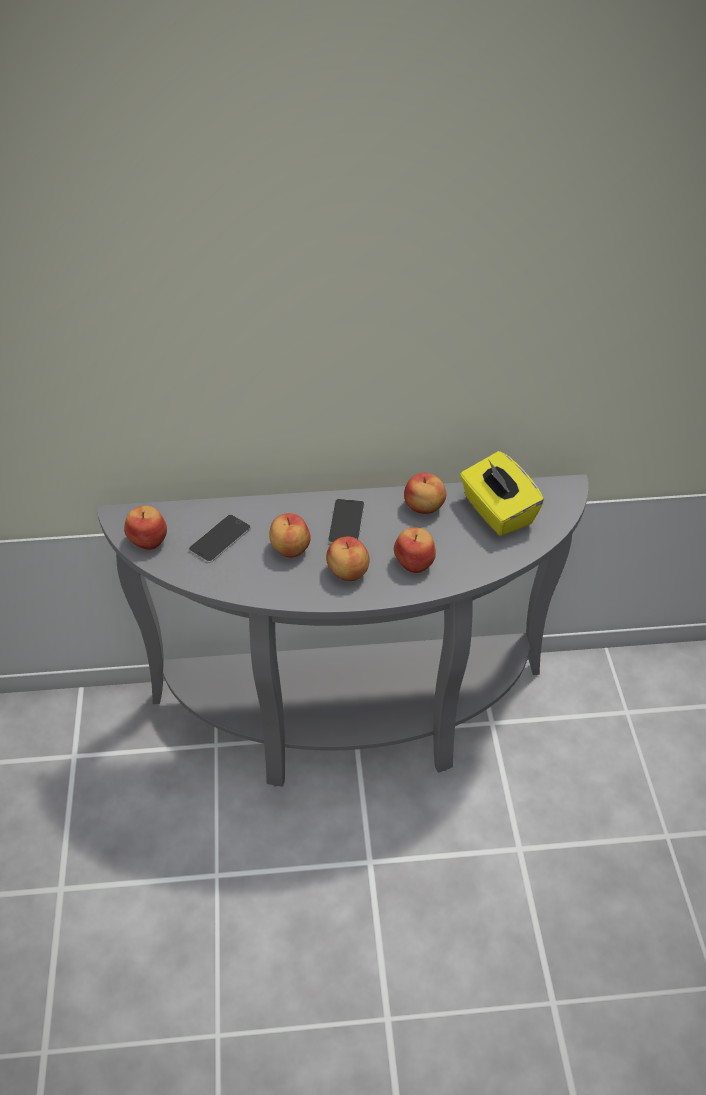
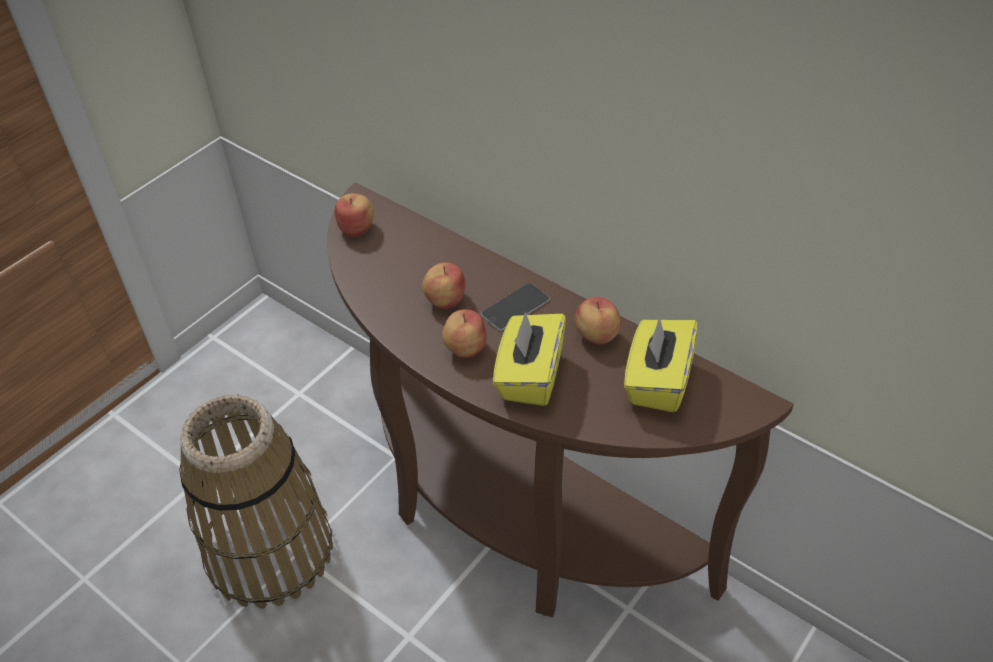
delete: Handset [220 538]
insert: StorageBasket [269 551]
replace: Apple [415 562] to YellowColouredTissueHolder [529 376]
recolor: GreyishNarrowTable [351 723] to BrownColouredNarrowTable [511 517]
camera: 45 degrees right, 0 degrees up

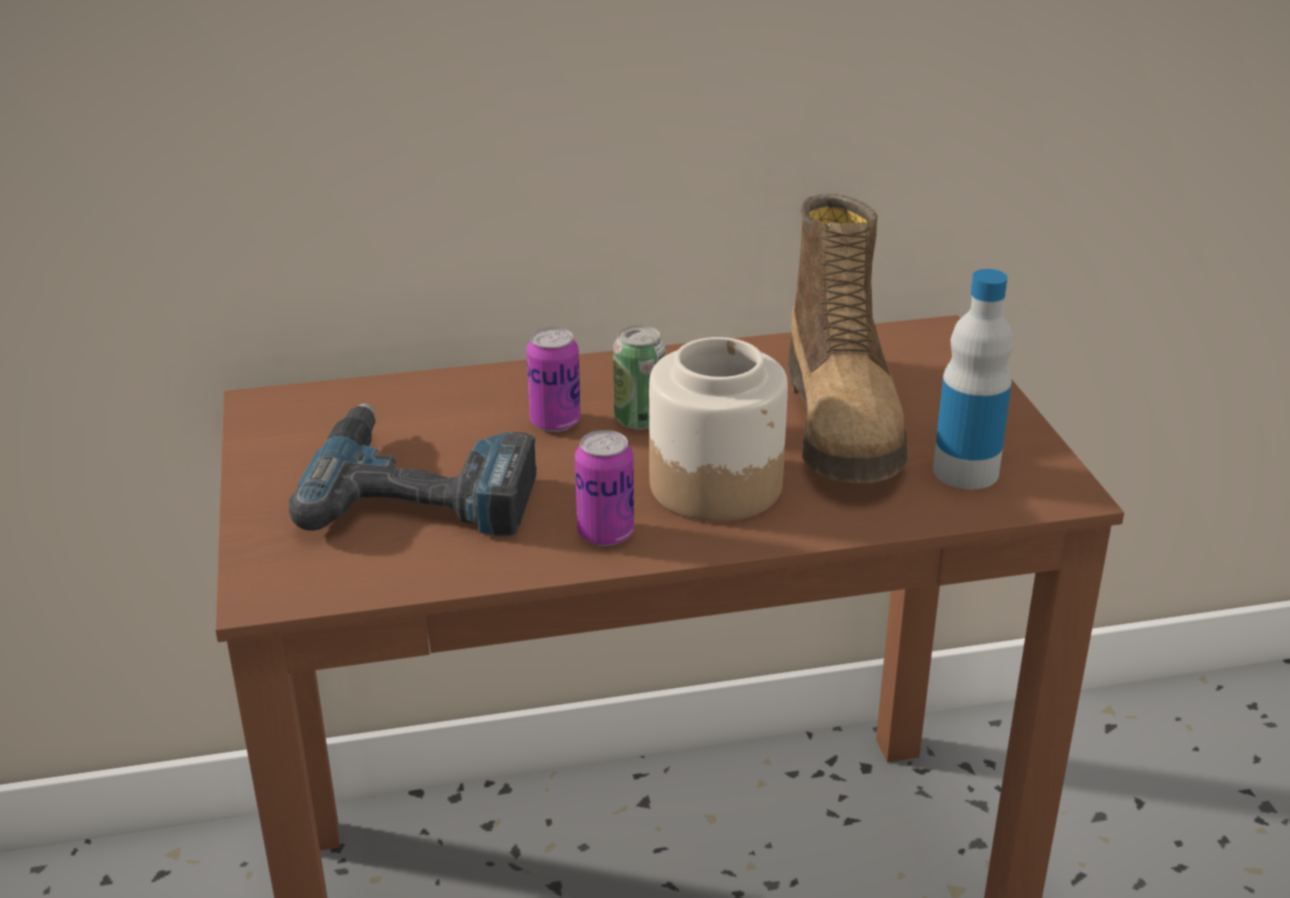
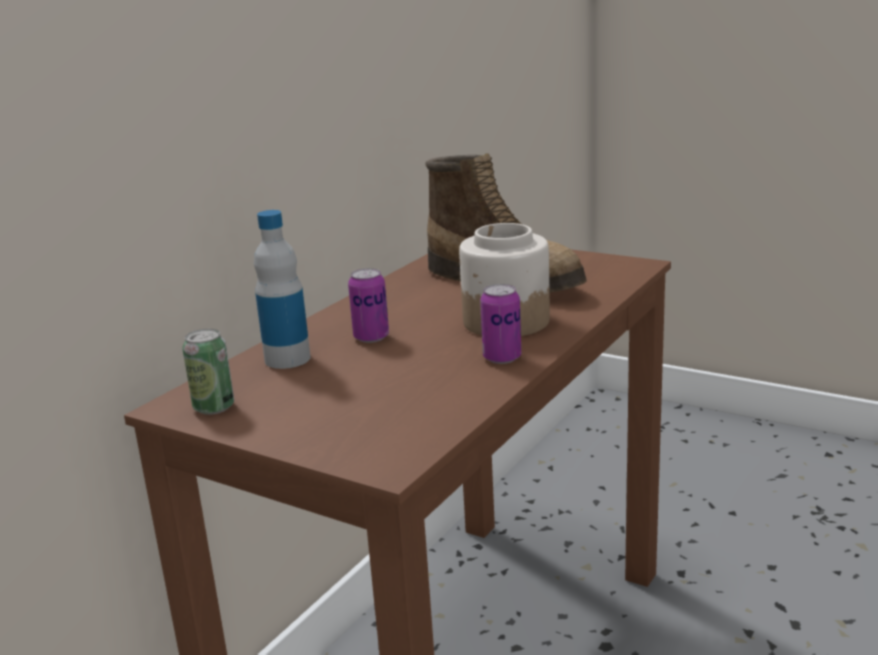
delete: PowerDrill [423 489]
move: SealedCan [639 419] to [214 407]; BeverageBottle [965 471] to [287 359]
camera: 45 degrees left, 10 degrees down

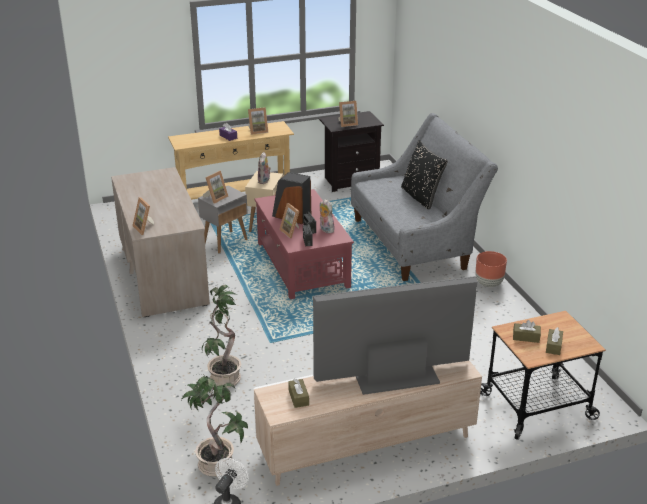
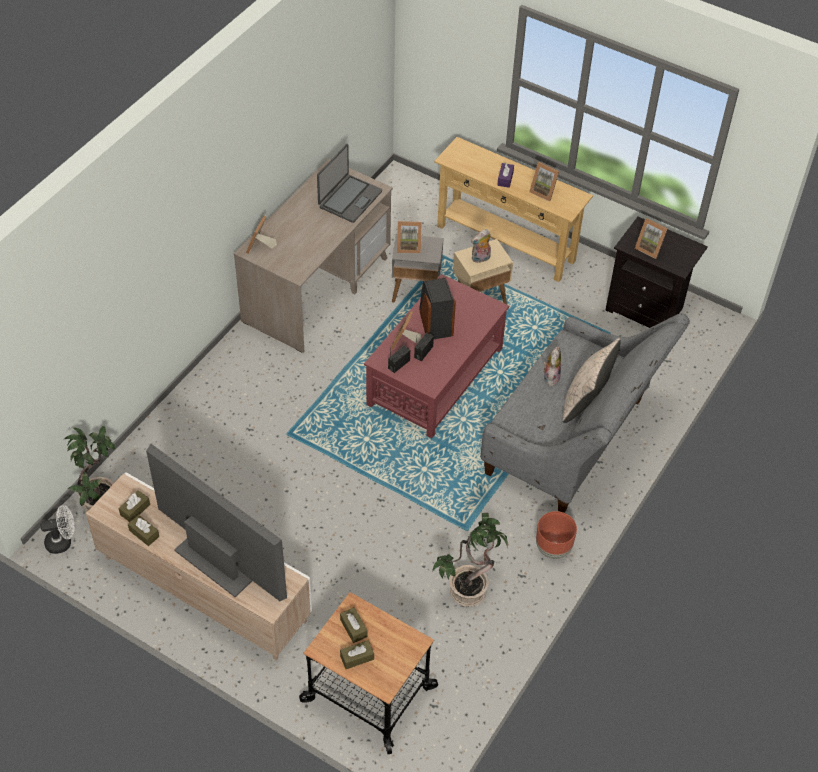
insert: BrownColouredTissueHolder [144 533]; NotebookComputer [349 199]
move: Houseplant [224 377] to [467 589]; PlushToy [325 229] to [550 377]
recolor: BlackishCushion [421 197] to BeigeCushion [585 401]
camera: 50 degrees right, 20 degrees up

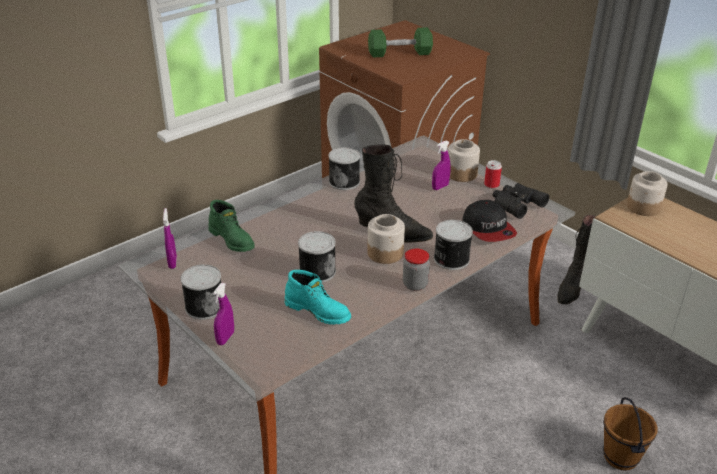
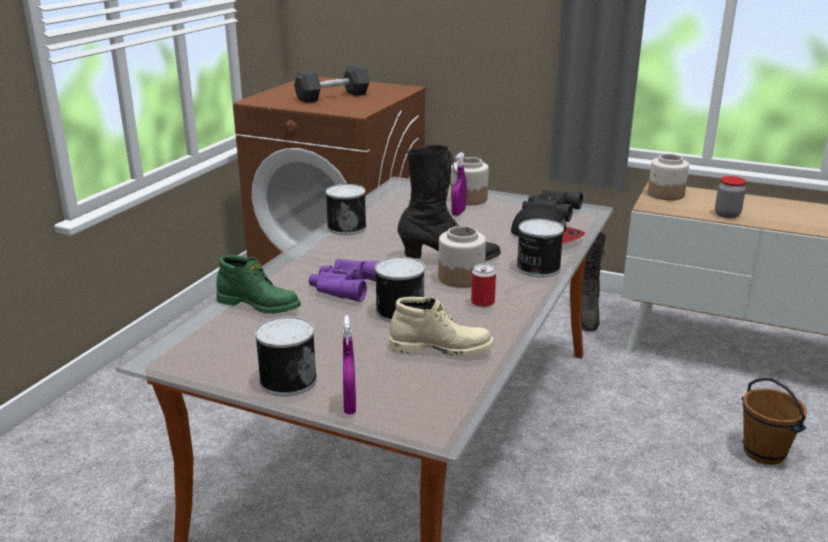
delete: PurpleColouredSprayBottle [172 262]
insert: PurpleColouredFieldGlasses [344 286]
move: StorageJar [415 285] to [727 214]; SealedCan [491 185] to [482 302]
recolor: TurquoiseColouredBoot [318 311] to BeigeBoot [441 348]; GreenColouredHandWeight [399 53] to BlackishHandWeight [332 97]
camera: 25 degrees left, 10 degrees down

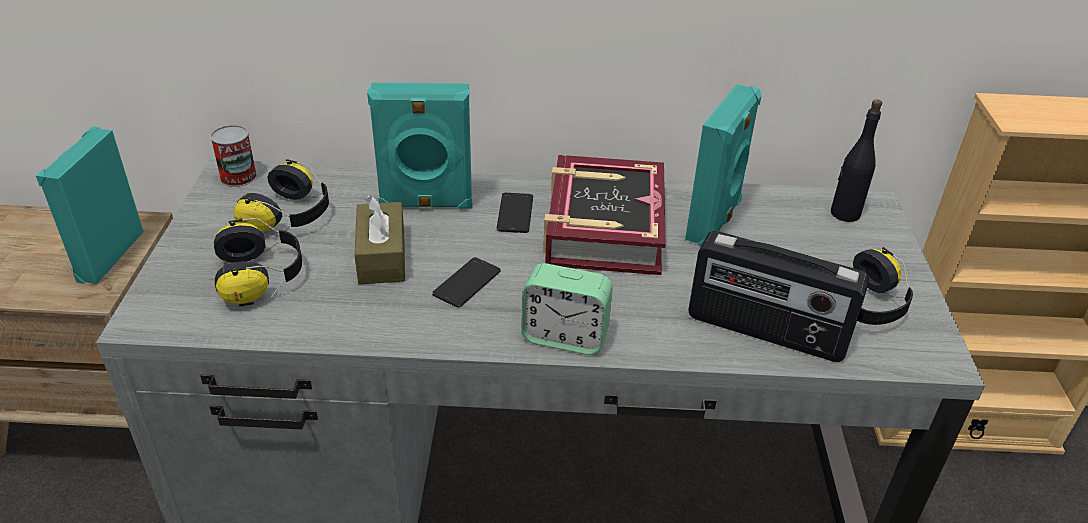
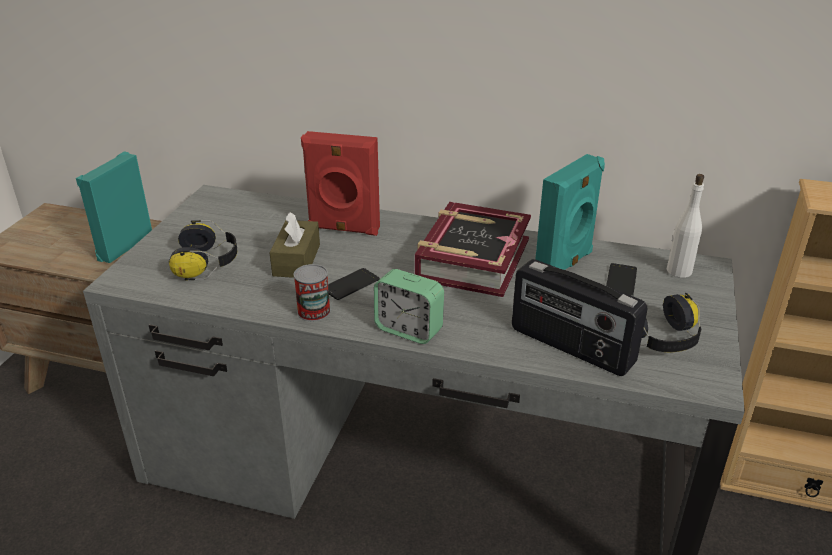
delete: PairOfHeadphones [291 216]
move: SealedCan [238 177] to [314 311]; Handset [515 213] to [621 280]
recolor: TurquoiseColouredAudioSpeaker [426 204] to RedColouredAudioSpeaker [343 229]; BlackishBeverageBottle [844 213] to WhiteBeverageBottle [678 271]
camera: 15 degrees right, 5 degrees down

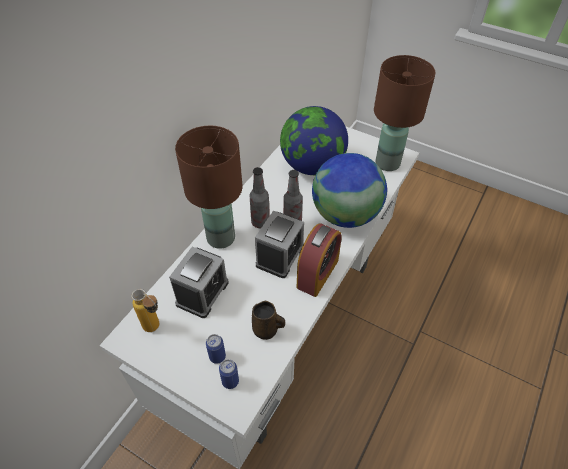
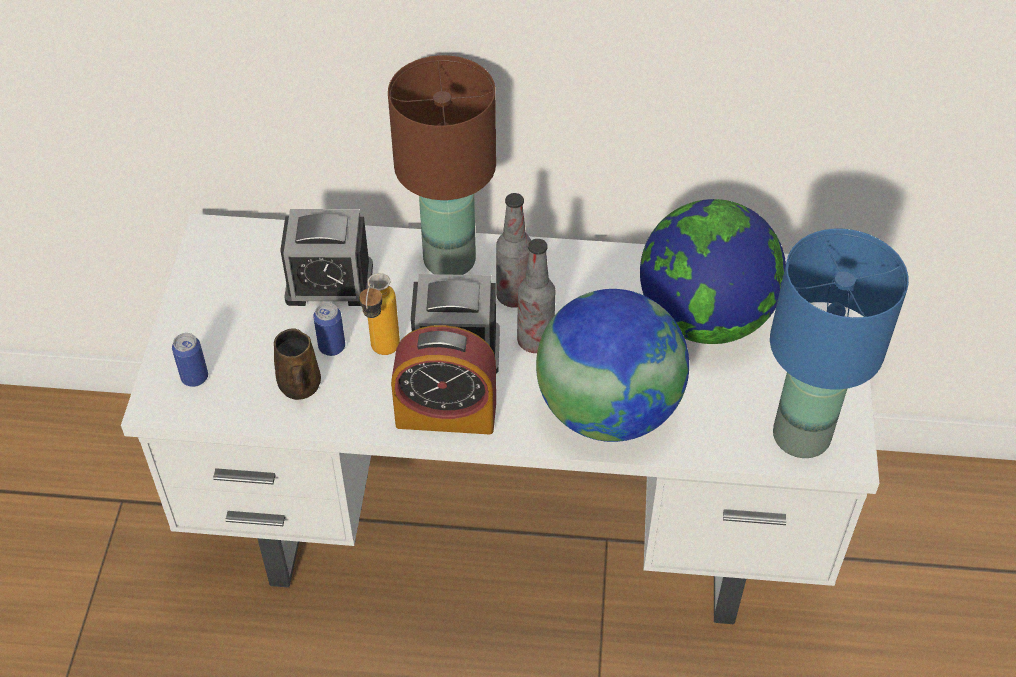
move: BeverageBottle [156 329] to [382 354]; SealedCan [217 356] to [332 347]
recolor: BrownColouredLampForATable [387 163] to BlueLampForATable [799 435]
camera: 65 degrees right, 0 degrees up

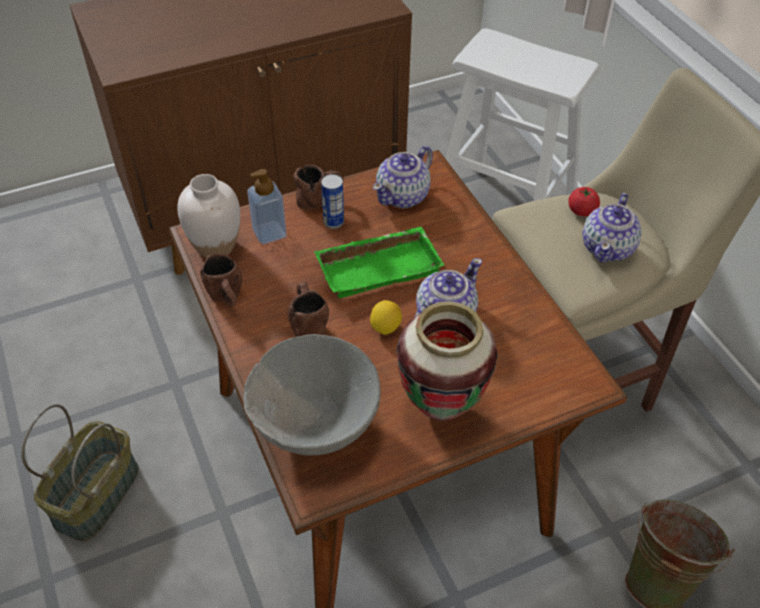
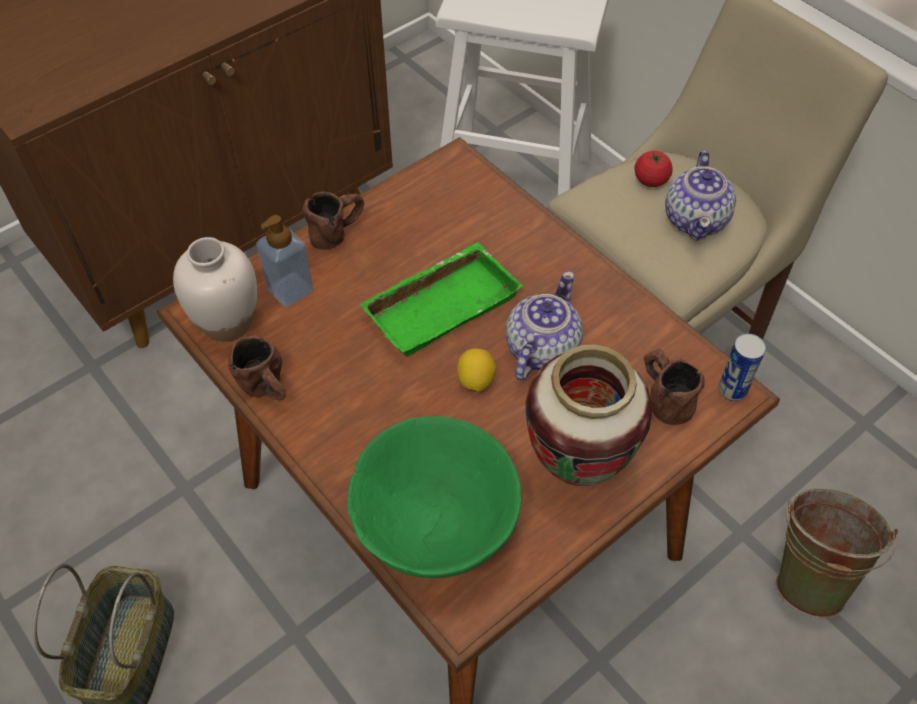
delete: TeaPot [403 196]
move: BrownColouredCoffeeMug [307 323] to [662 398]; SealedCan [333 222] to [732 390]
recolor: GreyishBowl [315 425] to GreenColouredBowl [435 528]
camera: 15 degrees left, 5 degrees up

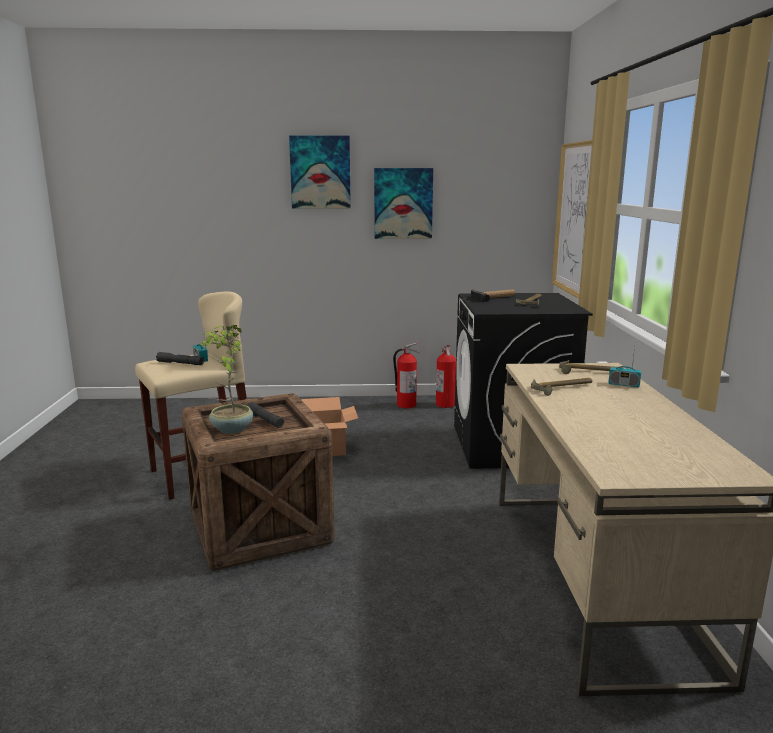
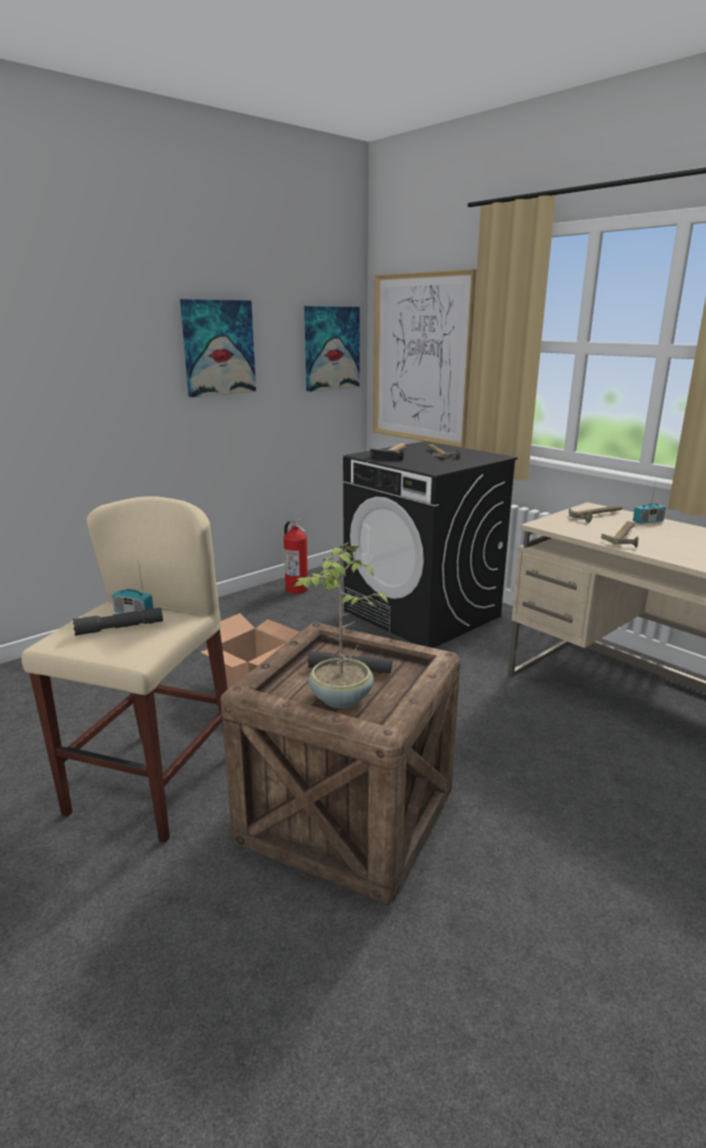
delete: Extinguisher [406 405]
move: WallArt [320 172] to [331 348]
camera: 40 degrees left, 5 degrees up

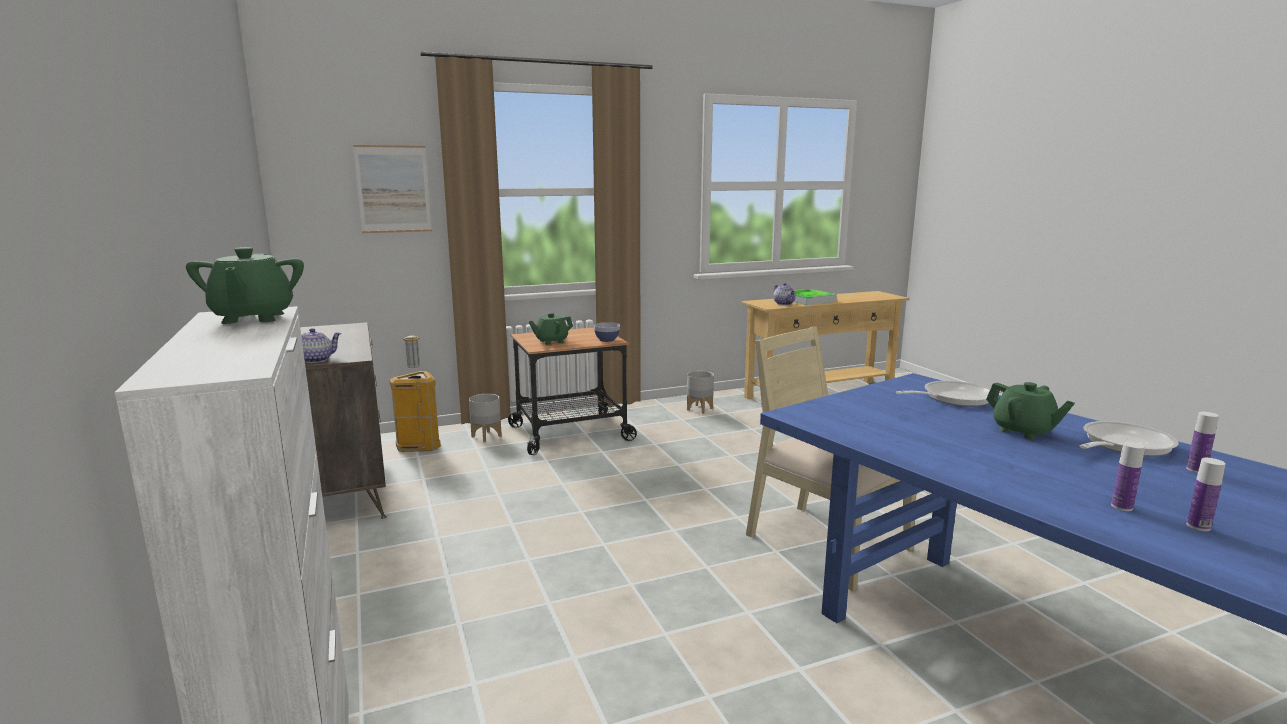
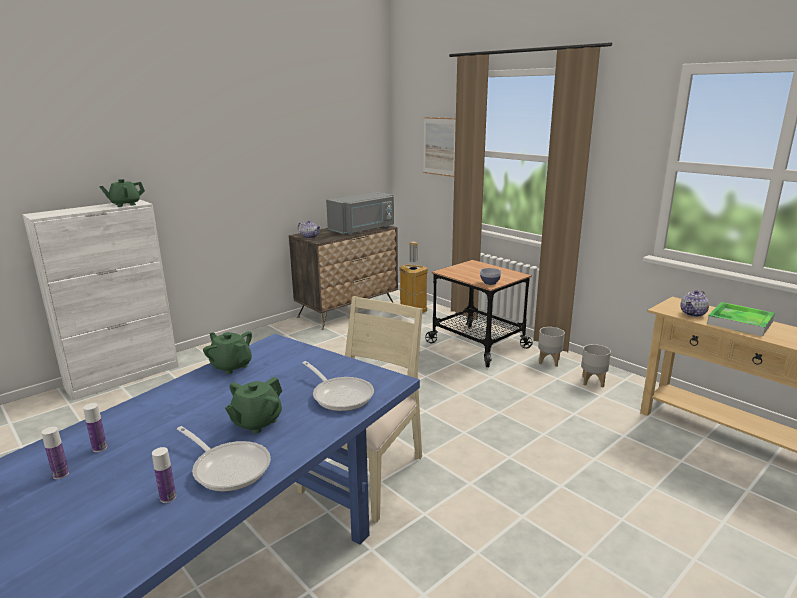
insert: GreyishMicrowaveOven [363 229]
move: GreyishPlanter [486 436] to [549 361]; GreenColouredTeaPot [551 341] to [231 366]
camera: 70 degrees right, 5 degrees up

